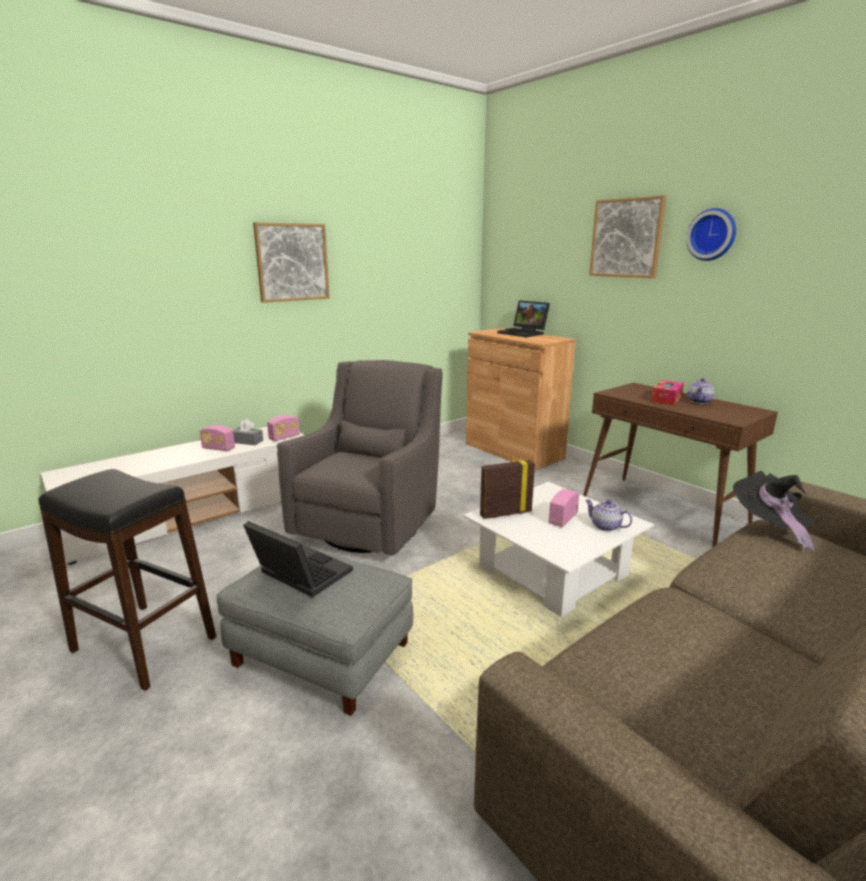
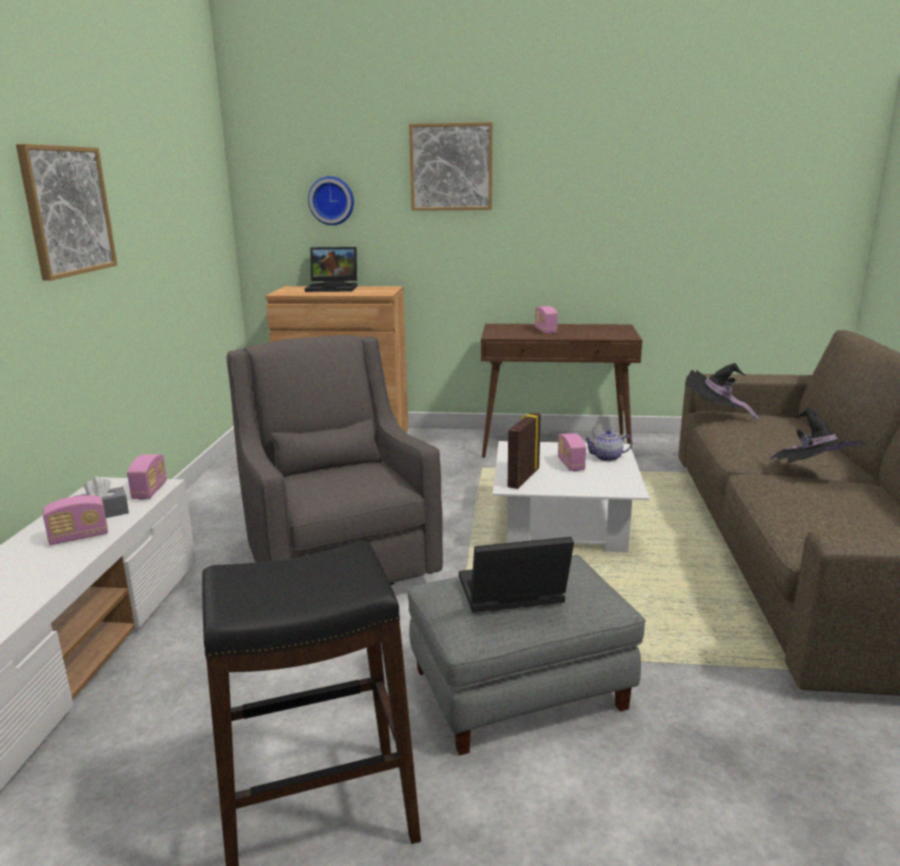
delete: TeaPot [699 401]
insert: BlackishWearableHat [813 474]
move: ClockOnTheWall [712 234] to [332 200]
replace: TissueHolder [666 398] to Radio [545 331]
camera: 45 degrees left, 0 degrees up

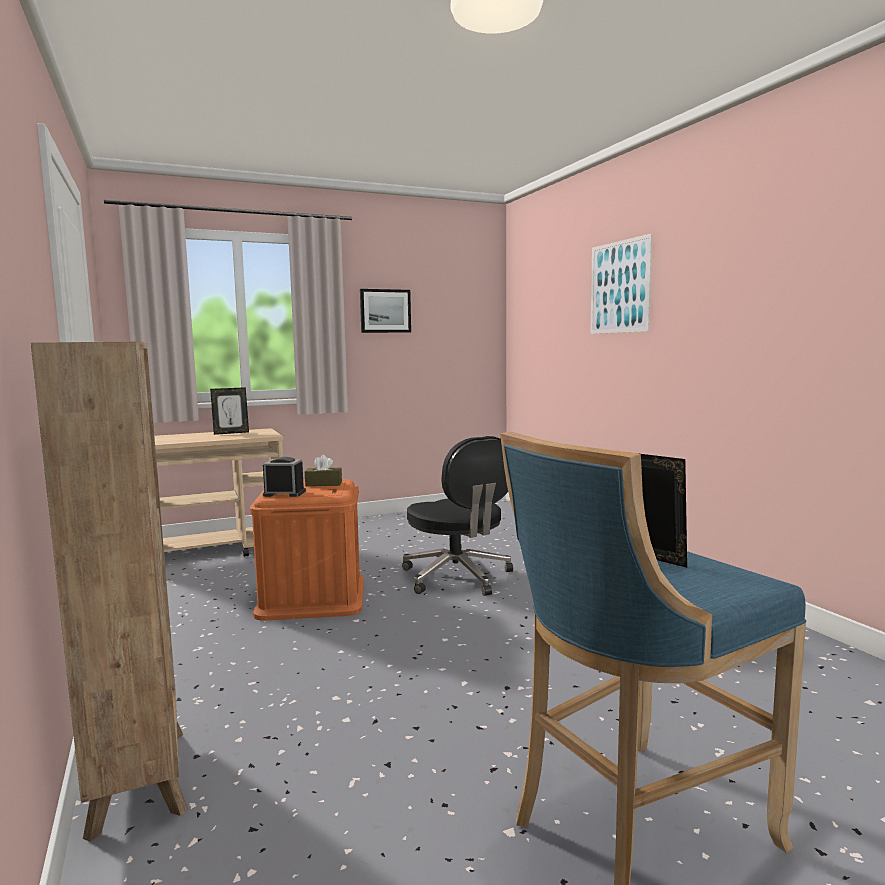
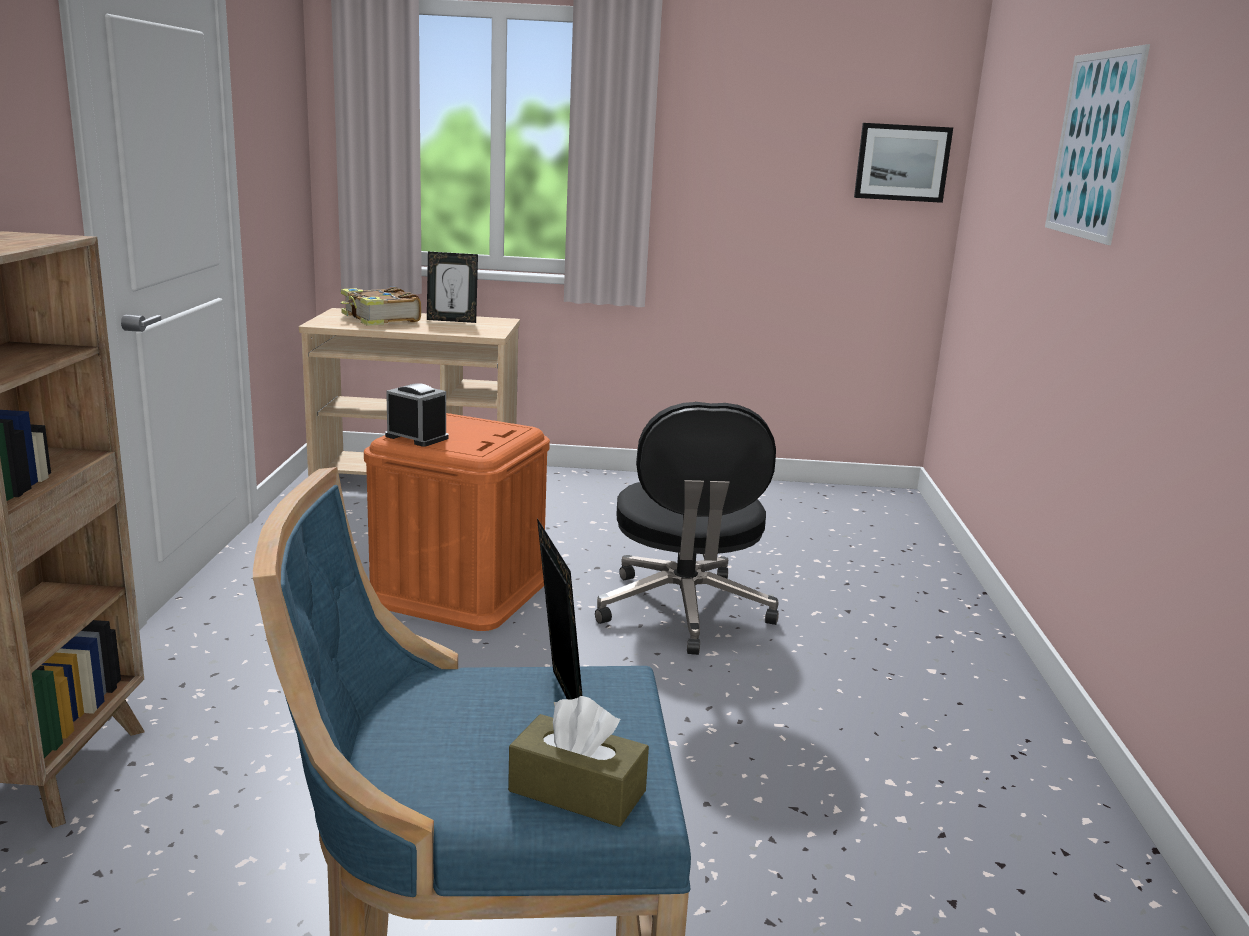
insert: BoundBook [380 319]
move: BrownColouredTissueHolder [323 484] to [577 791]; WallArt [385 311] to [902 162]
camera: 25 degrees right, 10 degrees up

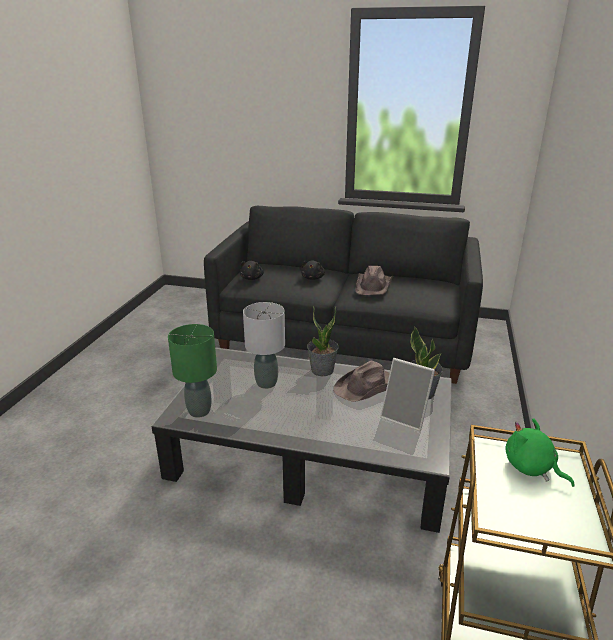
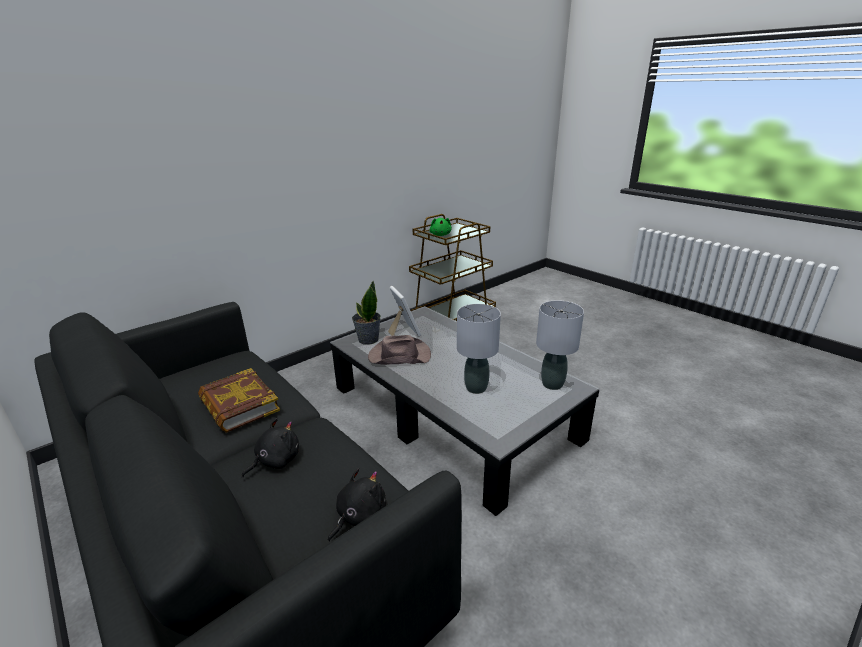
delete: Houseplant [322 370]
replace: BrownColouredWearableHat [374 286] to BoundBook [239 405]
recolor: GreenColouredLampForATable [199 411] to GreyishLampForATable [553 384]
camera: 145 degrees left, 0 degrees up

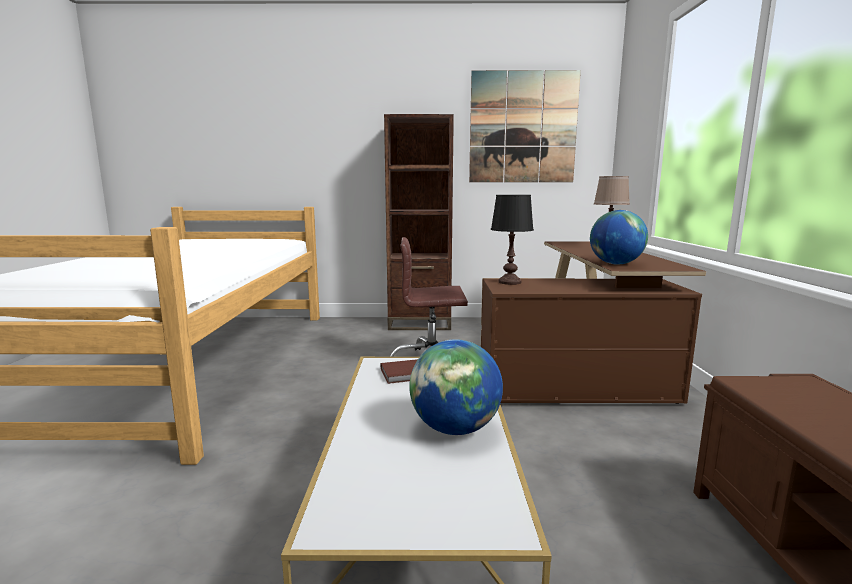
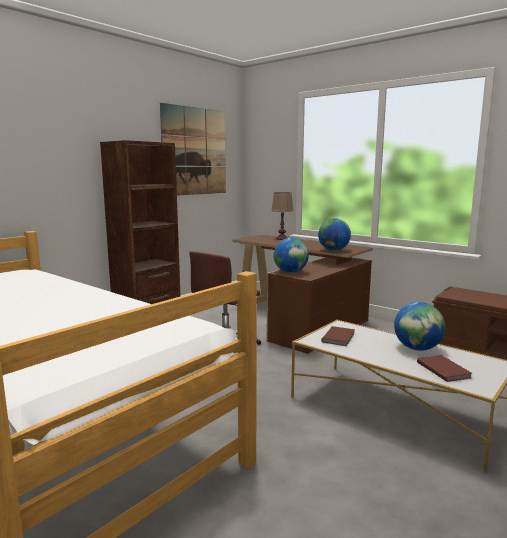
insert: BrownColouredBoundBook [444 369]
replace: BlackishLampForATable [509 282] to DeskGlobe [290 272]
camera: 50 degrees left, 0 degrees up

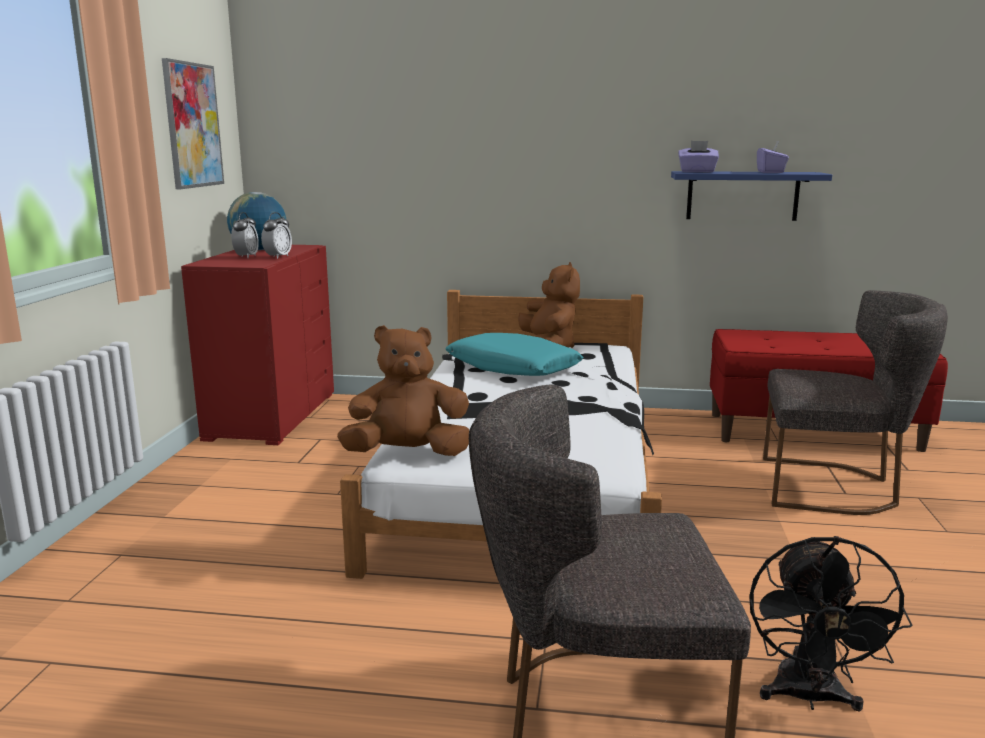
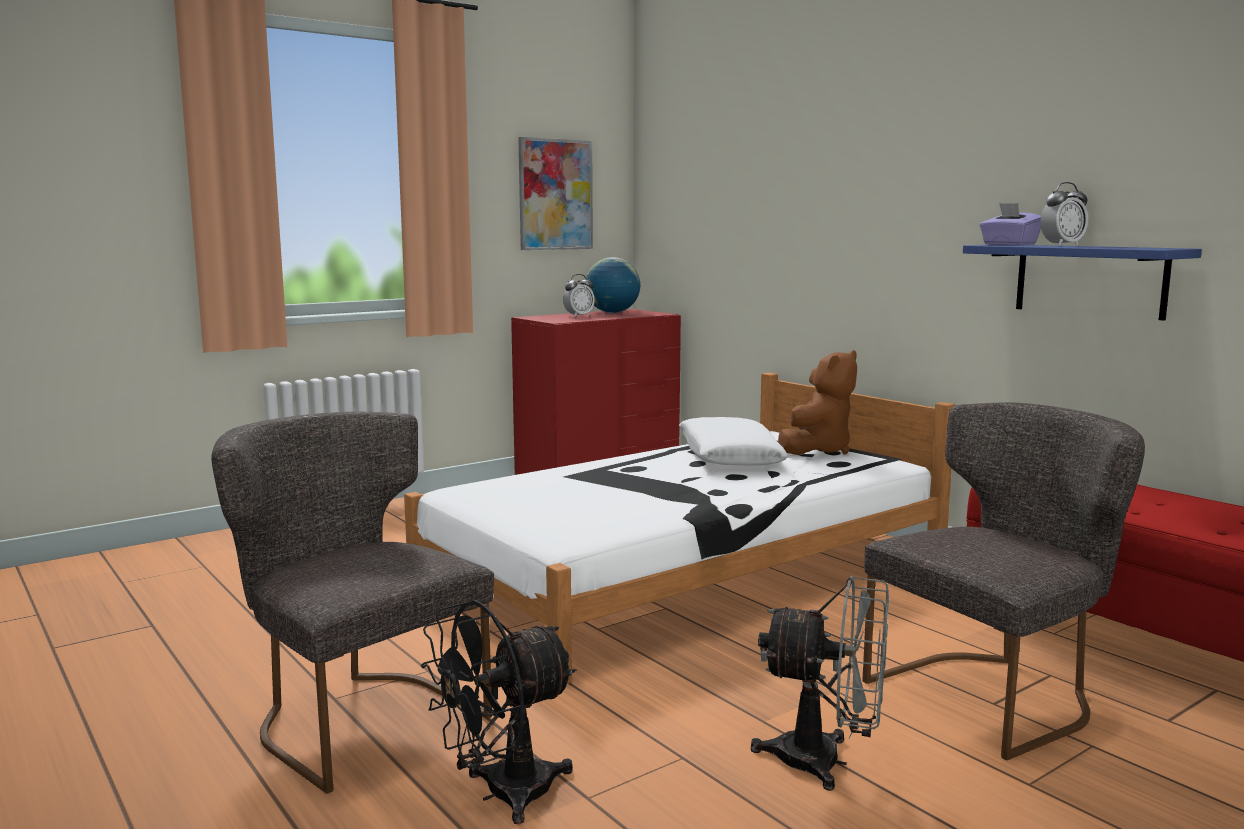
delete: BrownColouredPlushToy [408 454]; PurpleColouredTissueHolder [771 172]
insert: GreyishElectricFan [826 762]
move: TableClock [278 257] to [1062 245]
recolor: TurquoiseColouredCushion [512 368] to WhiteCushion [729 457]
rotate: GreyishUprightChair [835 488] = [995 694] 90 degrees counterclockwise
camera: 45 degrees right, 5 degrees down

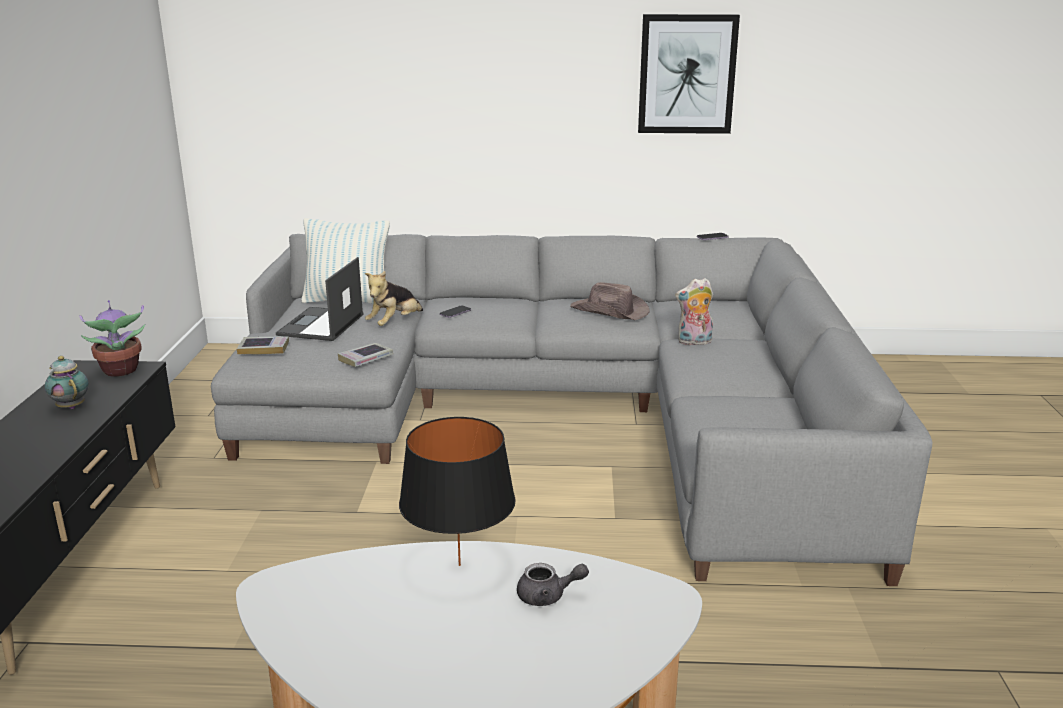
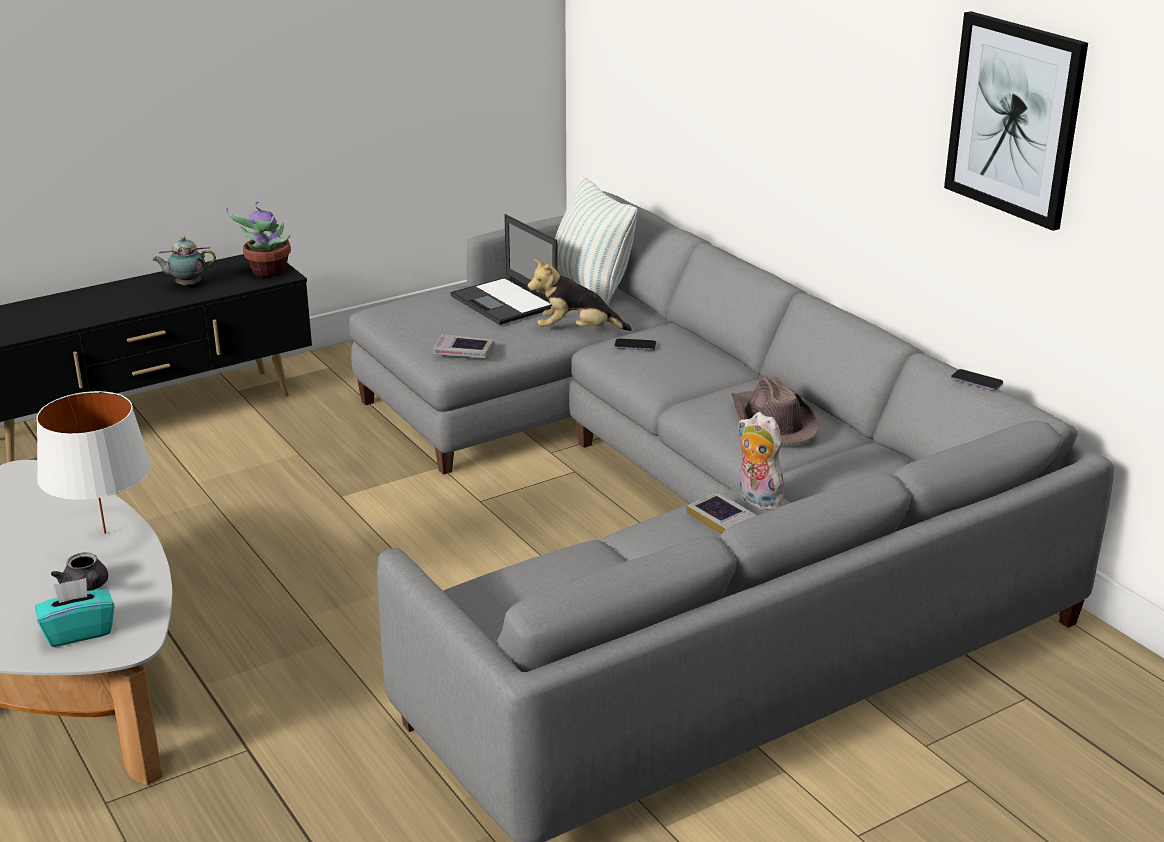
insert: TurquoiseColouredTissueHolder [79 632]
move: BoundBook [264 349] to [724 521]
recolor: BlackishLampForATable [459 565] to WhiteLampForATable [105 533]
rotate: TeaPot [71 406] = [186 285] 120 degrees counterclockwise; NotebookComputer [321 325] = [505 302] 105 degrees counterclockwise
camera: 55 degrees right, 5 degrees up

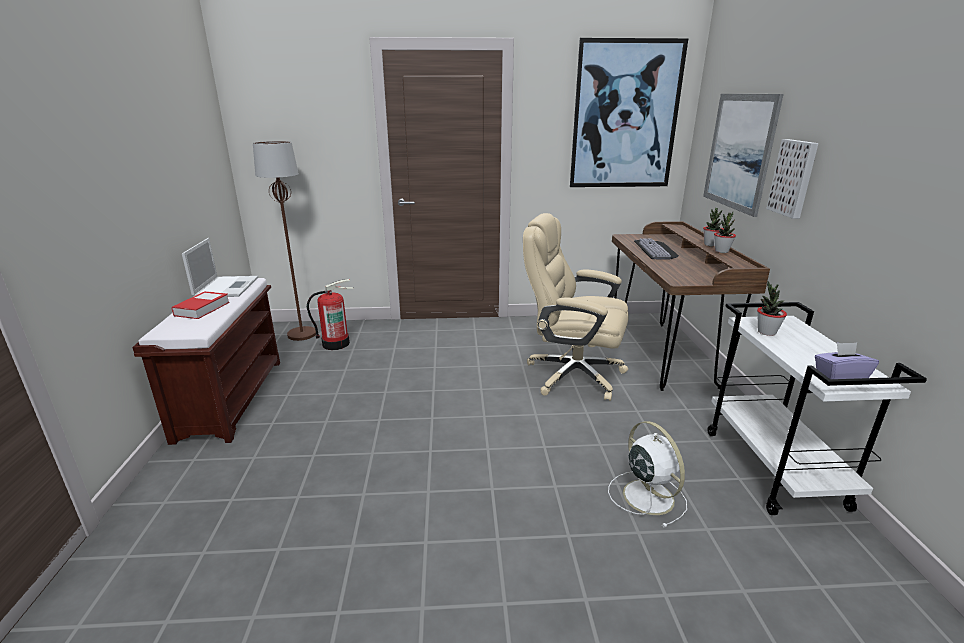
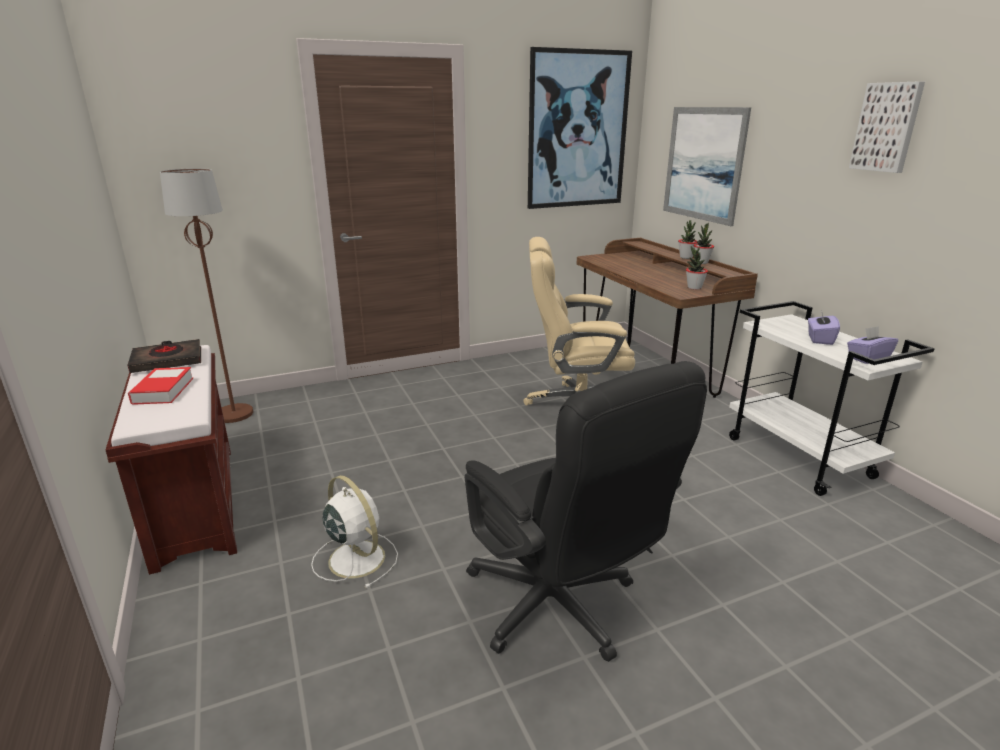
delete: Extinguisher [336 343]; ComputerKeyboard [657 250]
insert: BlackishComputerChair [561 610]; PurpleColouredTissueHolder [819 339]
move: WhiteElectricFan [646 495] to [355 557]; Houseplant [766 332] to [694 287]; WallArt [794 178] to [887 127]
replace: NotebookComputer [227 287] to BlackishBoundBook [167 361]
camera: 20 degrees left, 0 degrees up

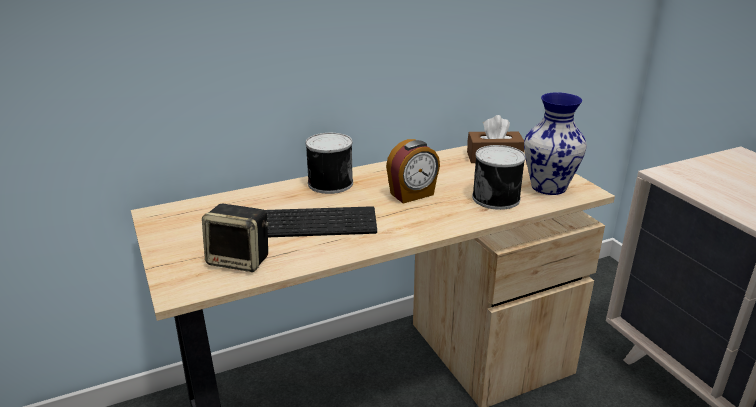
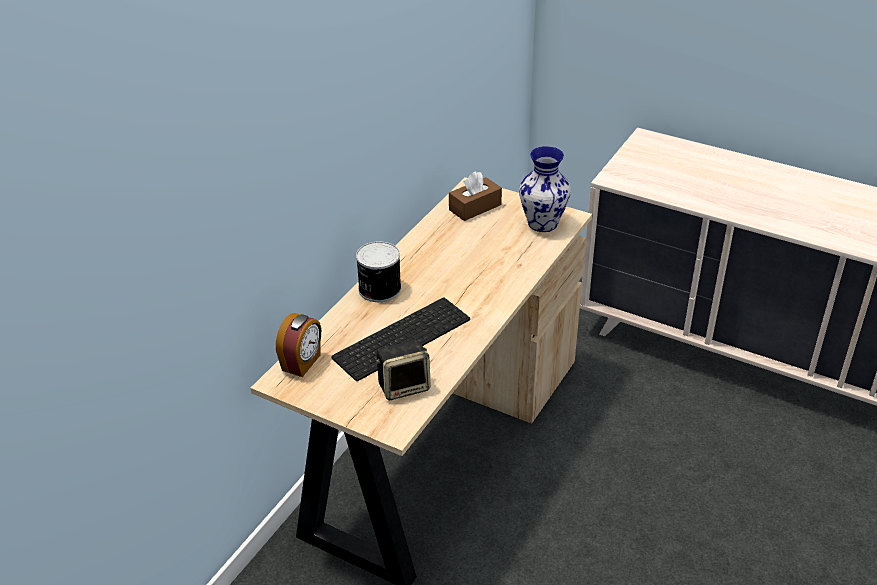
delete: SealedCan [497 198]
move: TableClock [412 195] to [302 363]
camera: 35 degrees left, 10 degrees up

